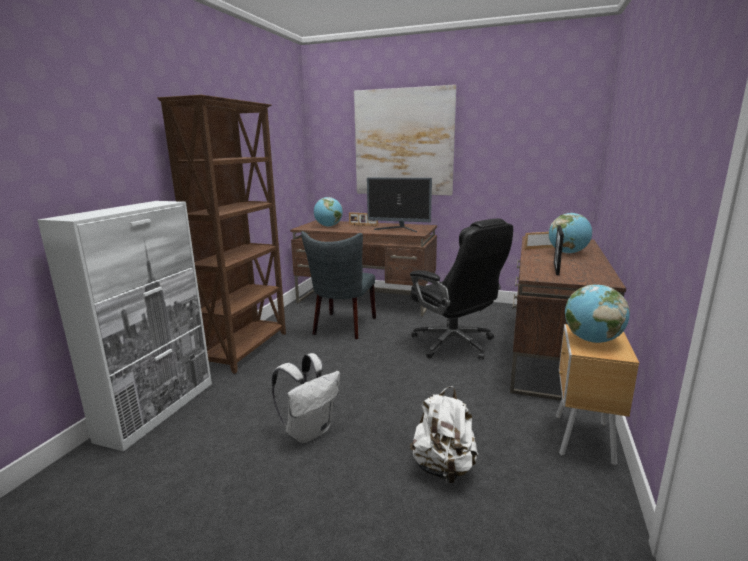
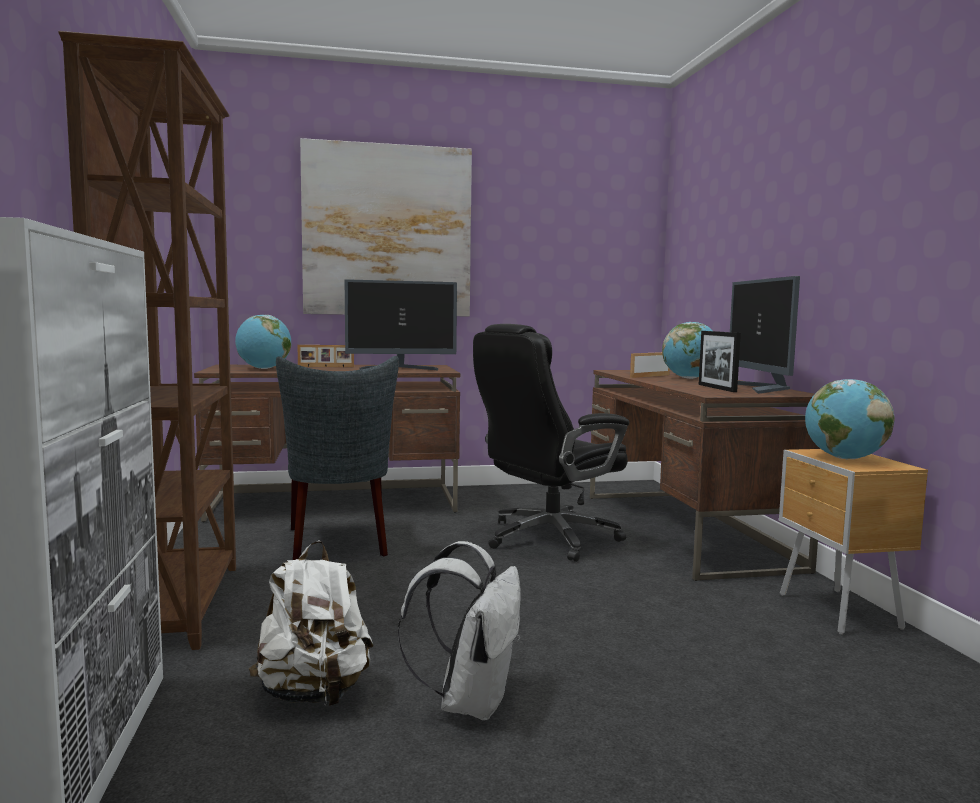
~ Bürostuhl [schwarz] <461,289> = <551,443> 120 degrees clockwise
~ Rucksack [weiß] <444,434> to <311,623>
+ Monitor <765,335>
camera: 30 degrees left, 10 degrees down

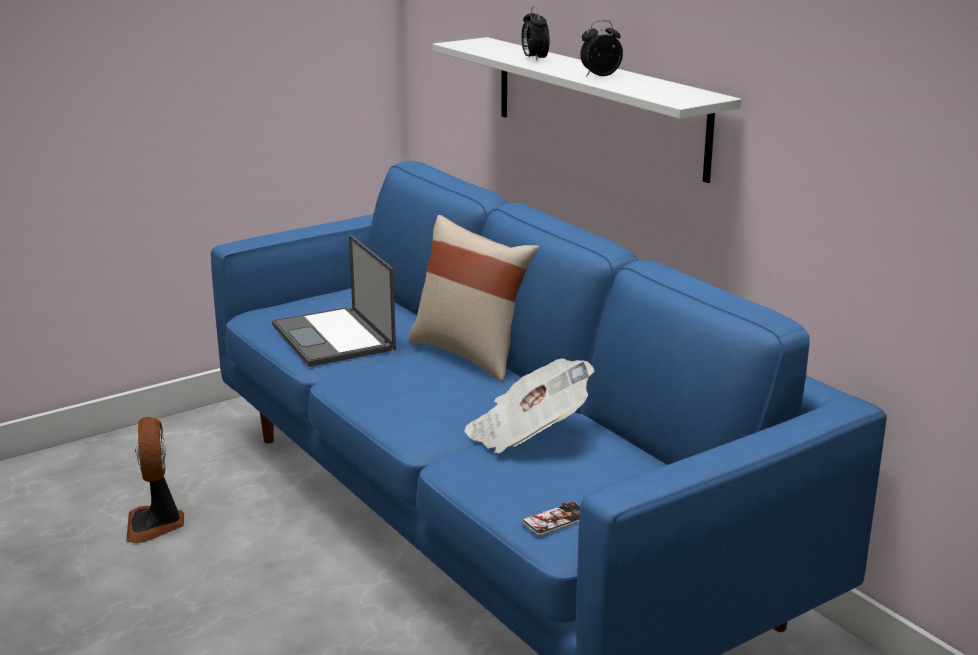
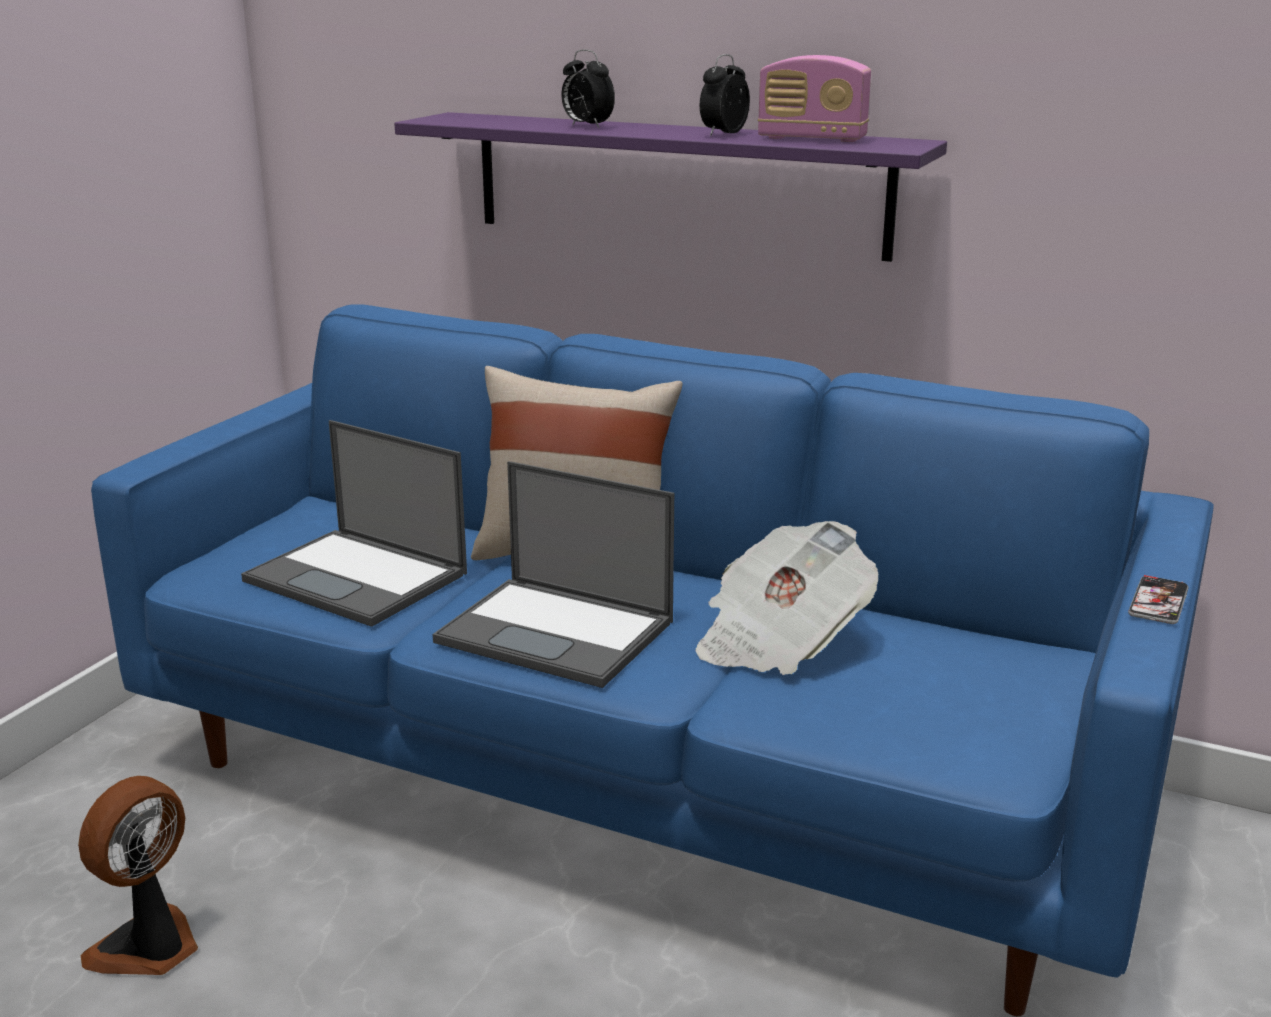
~ Wandregal [weiß] <587,110> to Wandregal [lila] <670,187>
~ Ventilator <155,480> = <138,875> 75 degrees clockwise
~ Handy <551,518> to <1158,599>
+ Radio <814,98>
+ Laptop <553,574>
camera: 30 degrees left, 0 degrees up

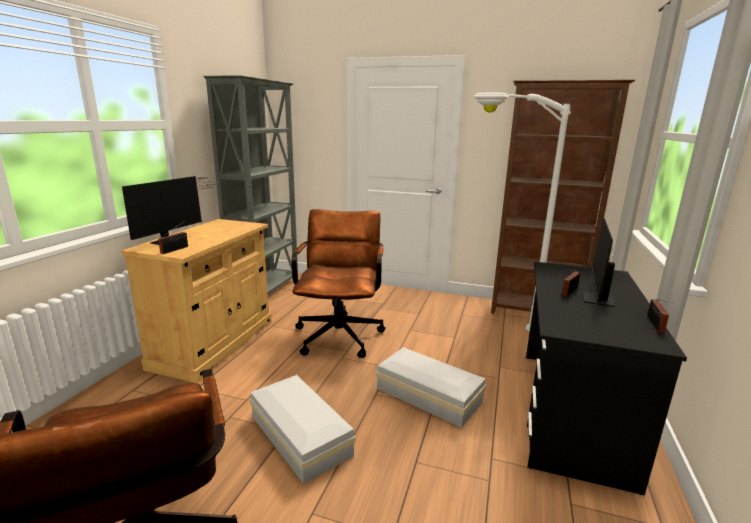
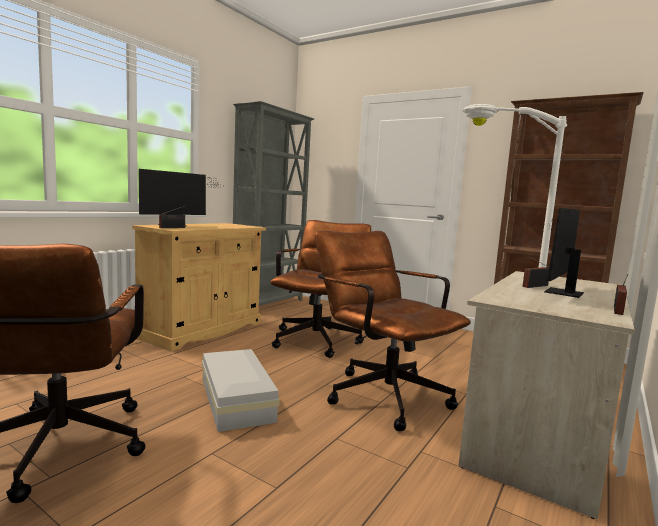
~ Schreibtisch [schwarz] <606,378> to Schreibtisch [beige] <546,395>
~ Aufbewahrungsbox [weiß] <431,387> to Bürostuhl [braun] <393,331>
camera: 15 degrees right, 10 degrees down

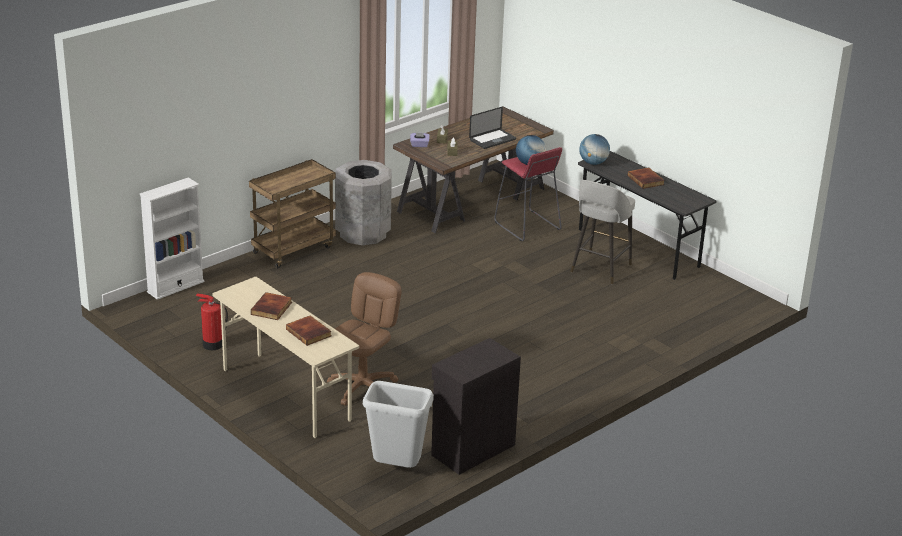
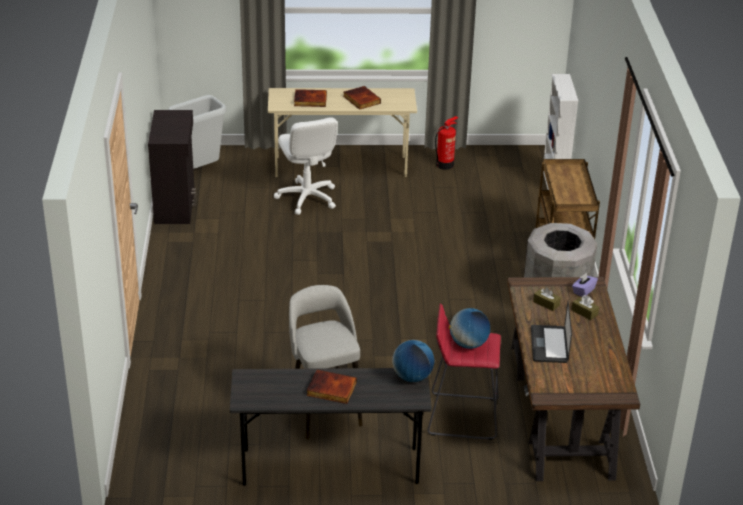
~ Bürostuhl [braun] <364,339> to Bürostuhl [weiß] <306,166>
camera: 130 degrees right, 5 degrees up

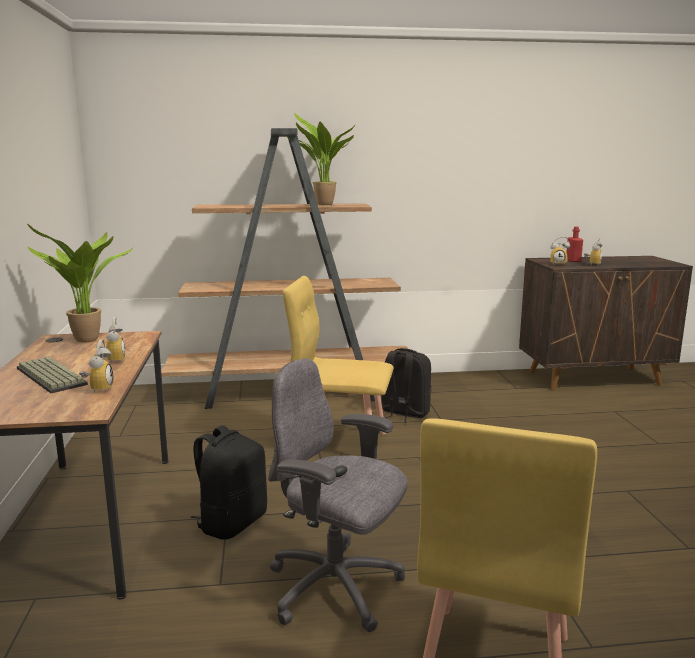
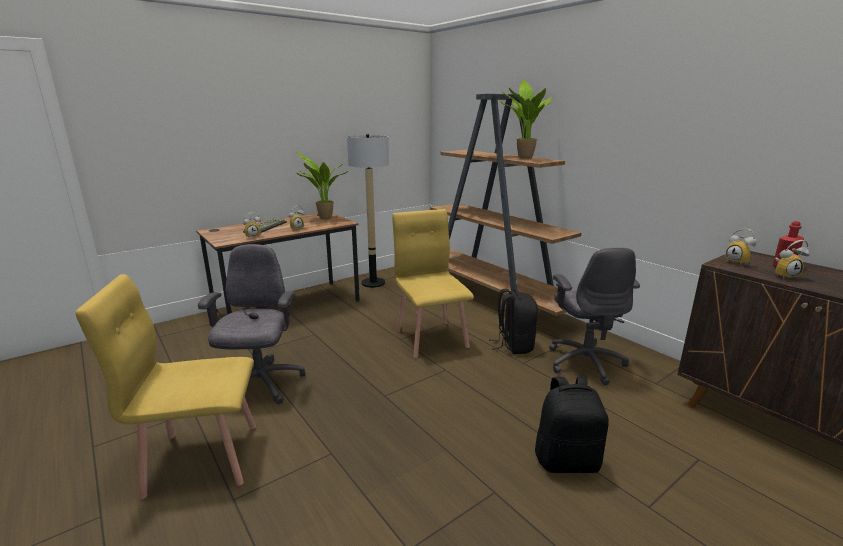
~ Rucksack [schwarz] <228,482> to <572,425>
+ Stehlampe <368,211>
+ Bürostuhl [grau] <594,316>
camera: 60 degrees right, 5 degrees up

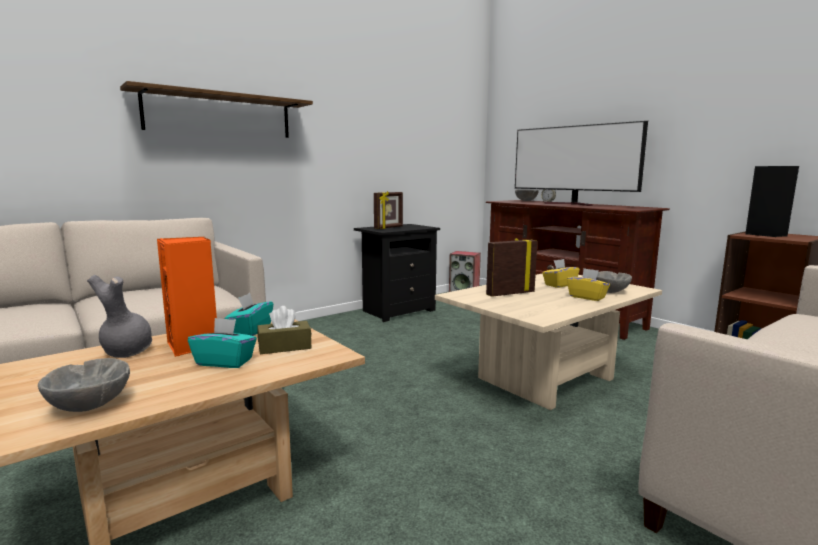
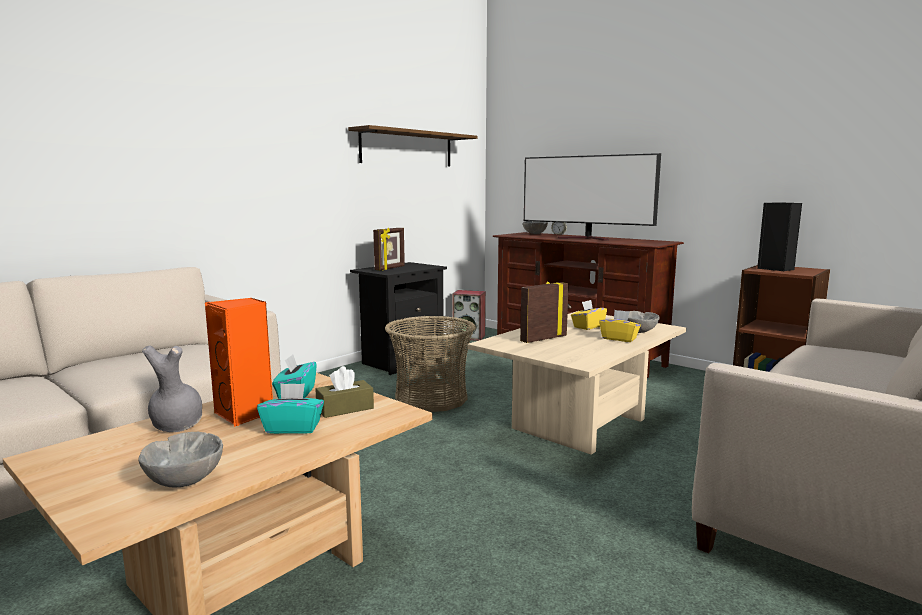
~ Wandregal <216,109> to <412,145>
+ Korb <430,364>
camera: 10 degrees left, 0 degrees up

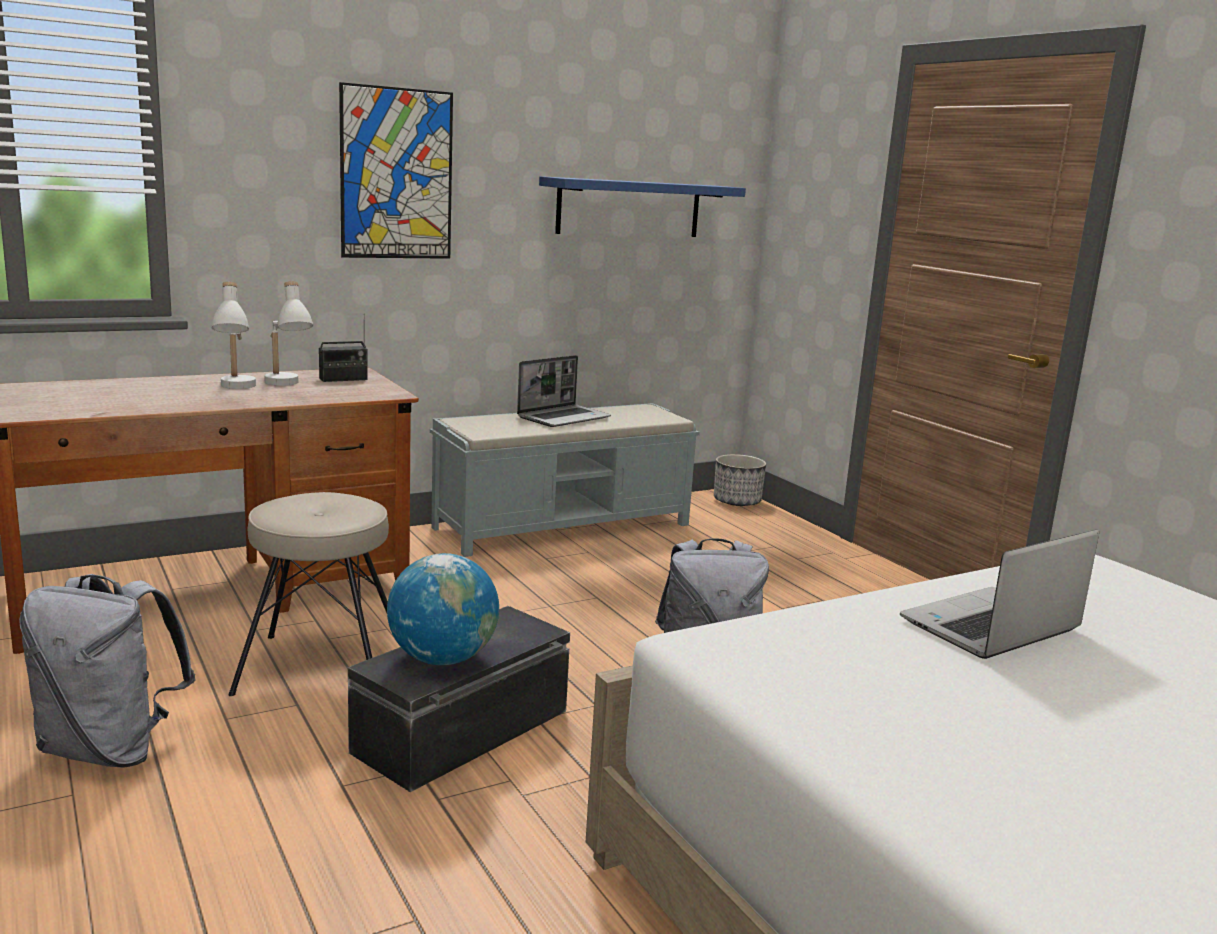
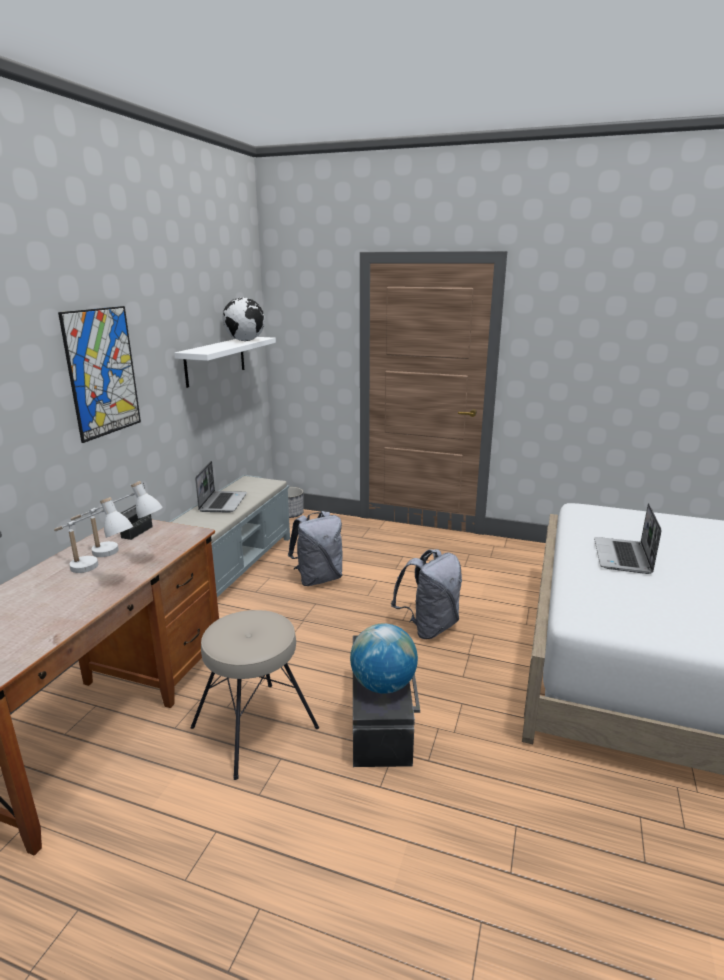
~ Wandregal [blau] <642,206> to Wandregal [weiß] <225,362>
~ Rucksack [grau] <107,670> to <315,548>
+ Globus <244,319>
camera: 40 degrees left, 5 degrees up

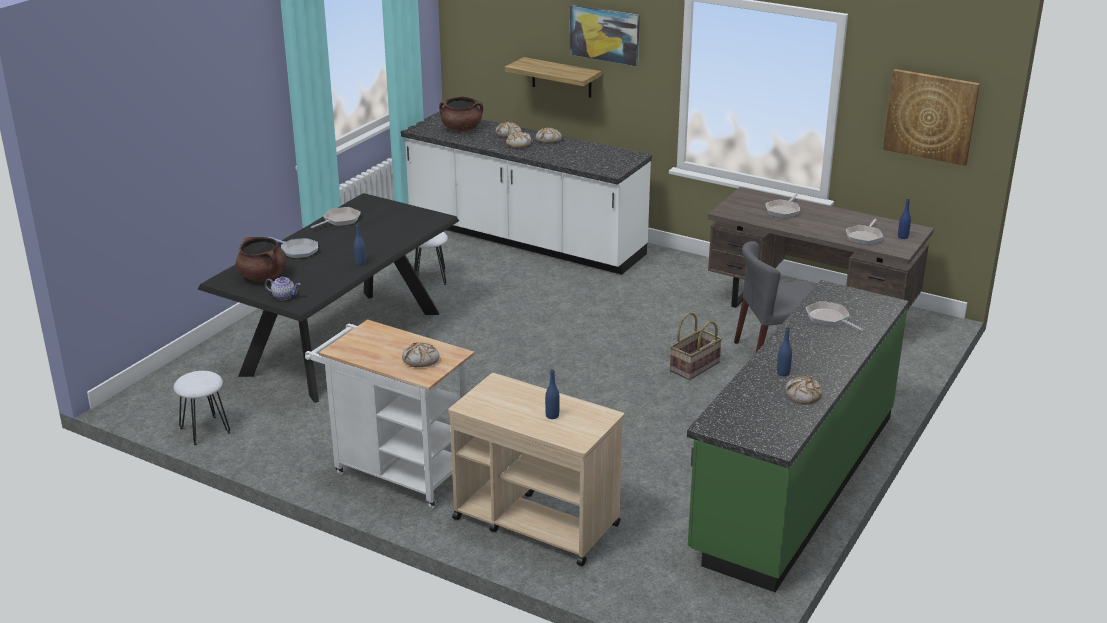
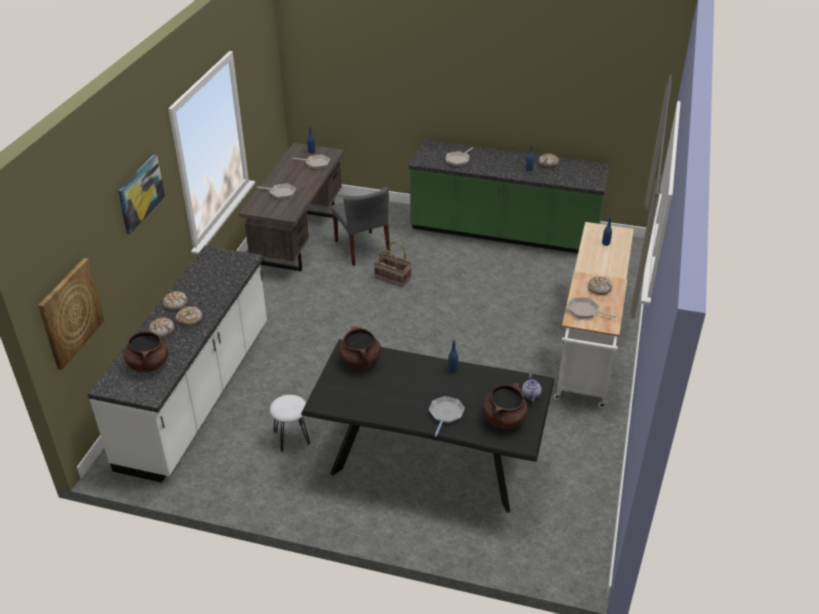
- Wandregal <553,77>
~ Bild <931,117> to <71,314>
~ Pfanne <336,217> to <592,307>
- Hocker [weiß] <202,408>
+ Kochtopf [braun] <360,347>
camera: 105 degrees left, 10 degrees up

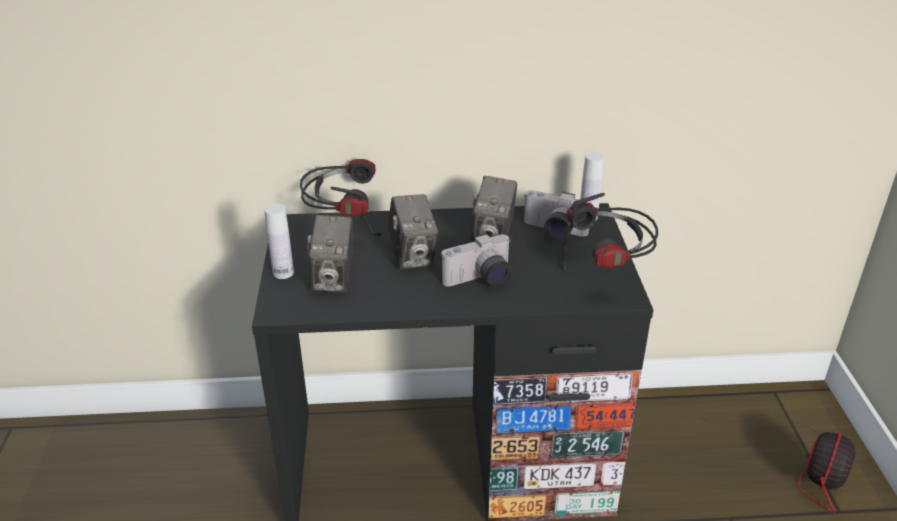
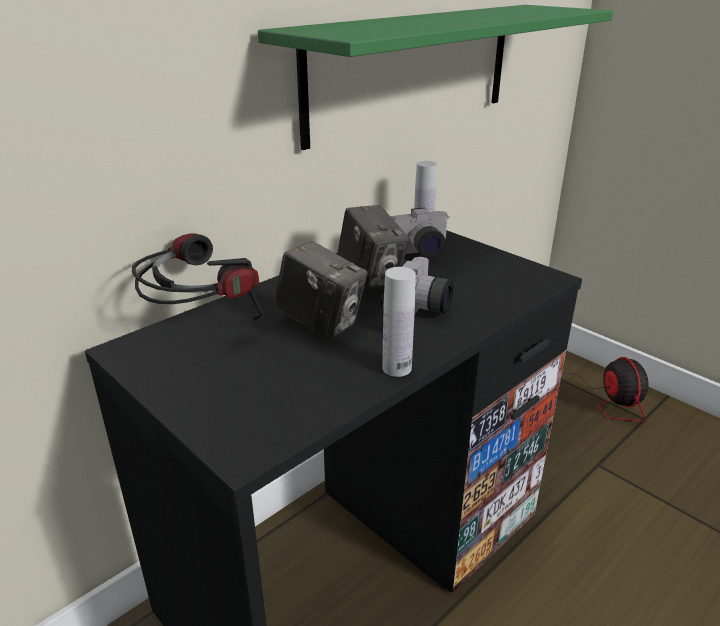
- Kopfhörer <610,232>
~ Flasche [weiß] <279,241> to <399,322>
- Kamera <330,253>
+ Wandregal [grün] <435,77>
camera: 40 degrees left, 5 degrees down

